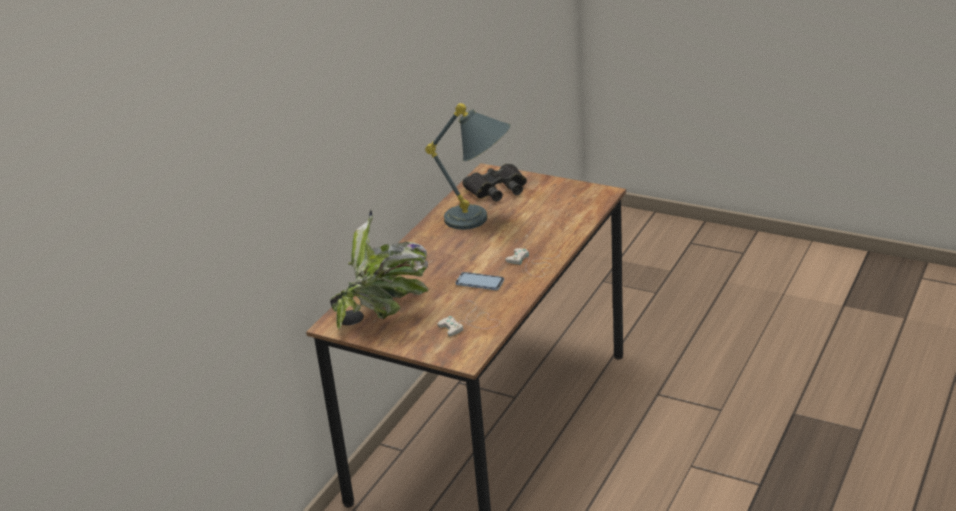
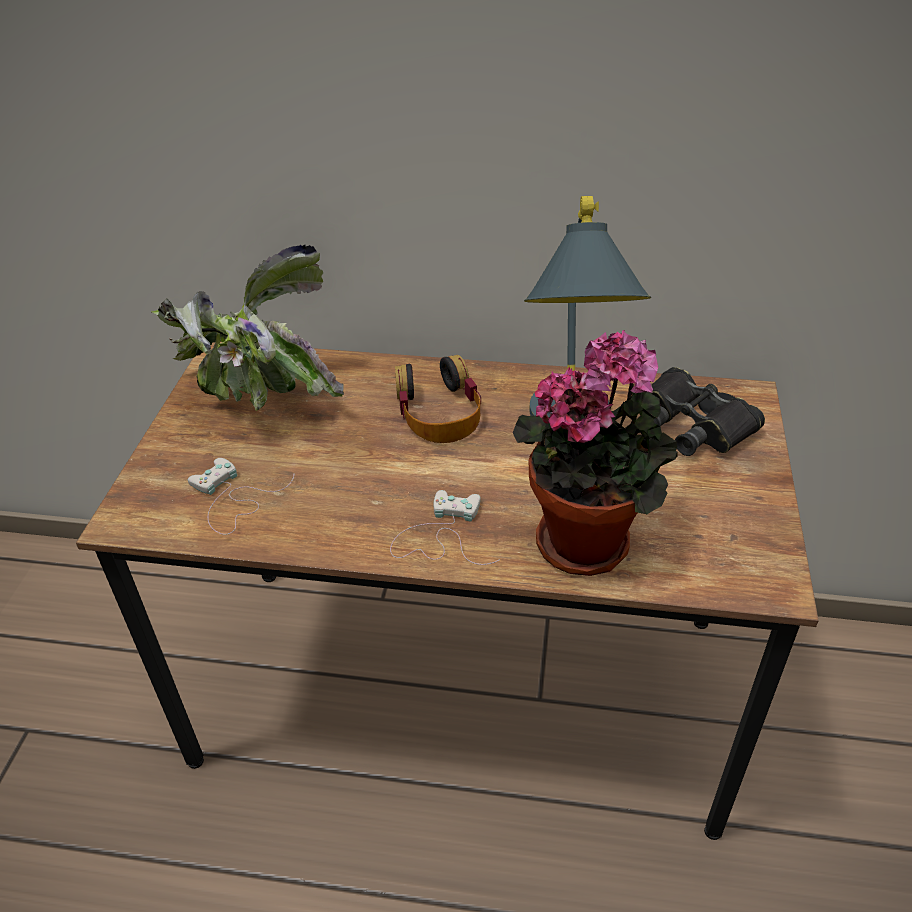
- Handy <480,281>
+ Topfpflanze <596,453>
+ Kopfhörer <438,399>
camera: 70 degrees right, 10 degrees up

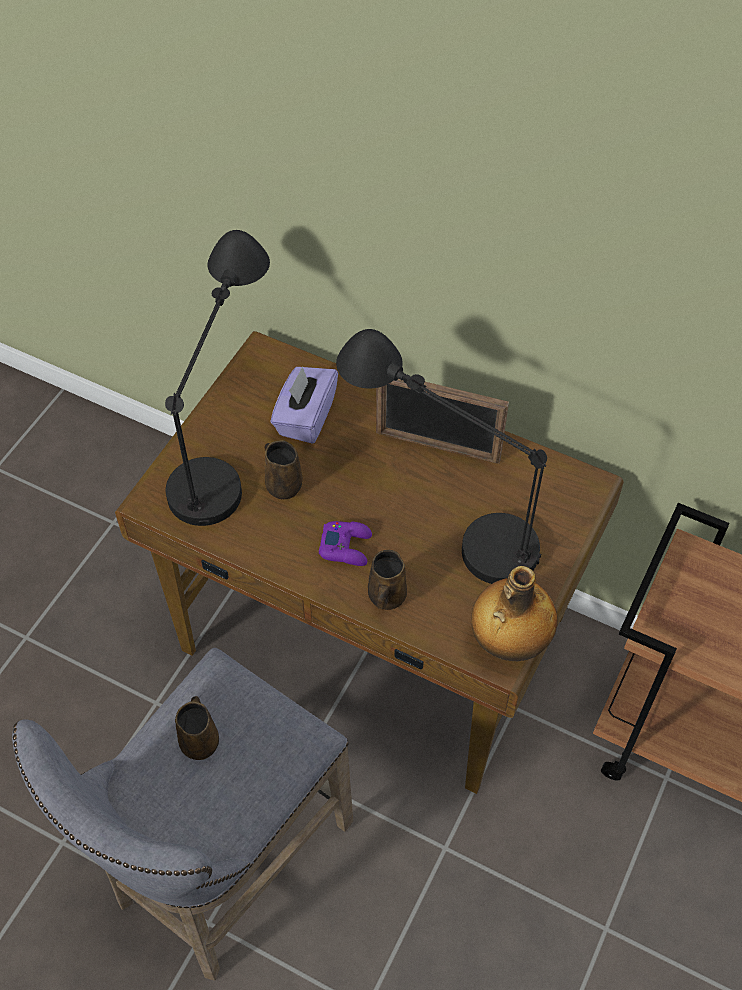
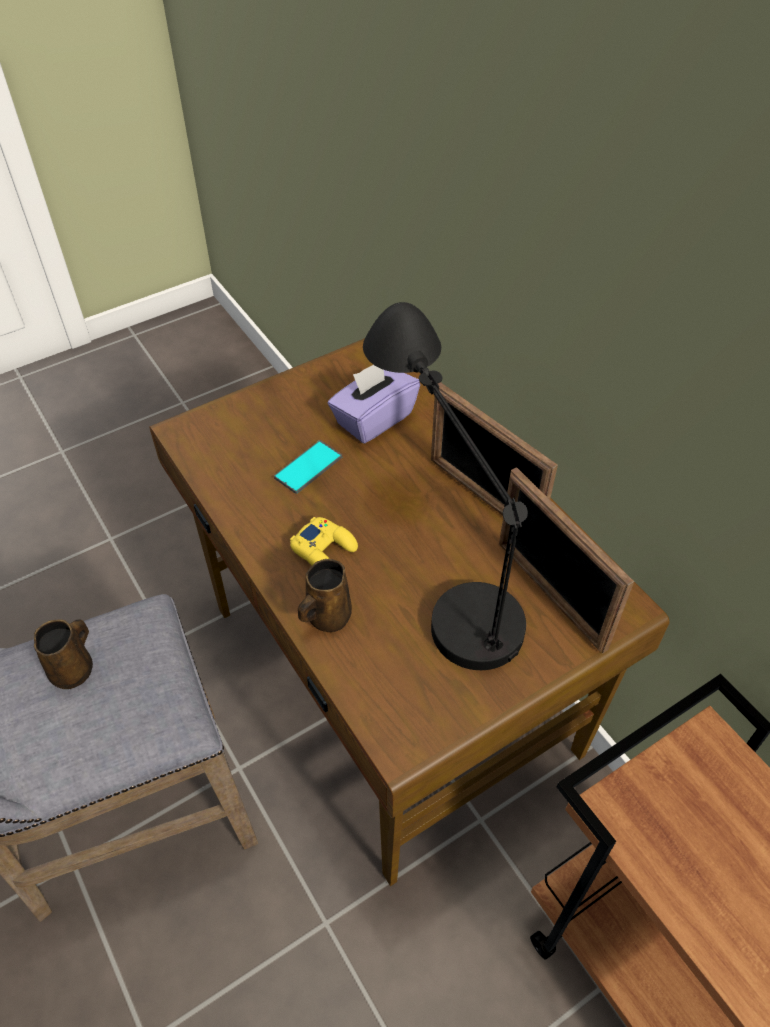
- Tischlampe [schwarz] <217,378>
~ Henkelbecher [braun] <284,469> to Handy <308,467>
~ Gamepad [lila] <345,543> to Gamepad [gelb] <324,541>
- Flasche <514,613>
+ Bilderrahmen <566,560>
camera: 30 degrees right, 5 degrees down

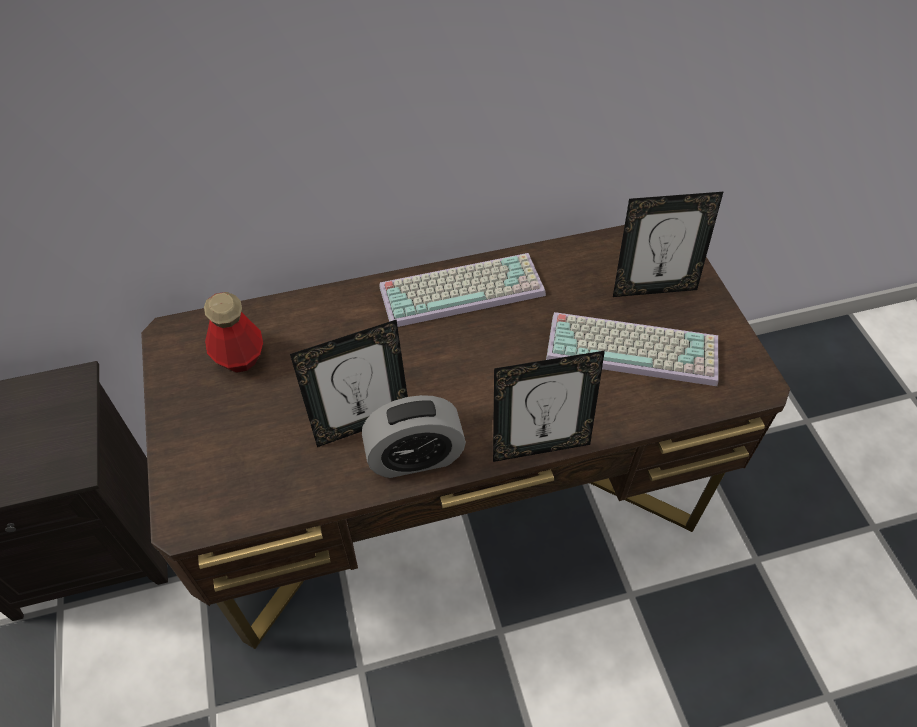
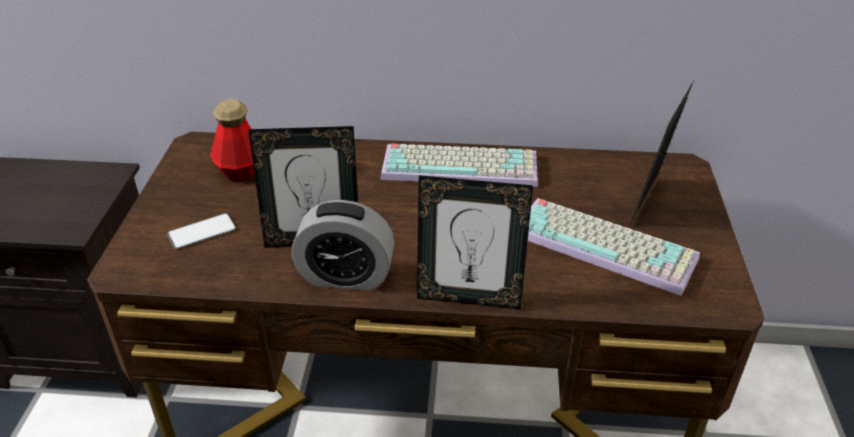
~ Bilderrahmen <668,244> = <662,153> 105 degrees clockwise
+ Handy <201,231>
camera: 20 degrees right, 15 degrees down

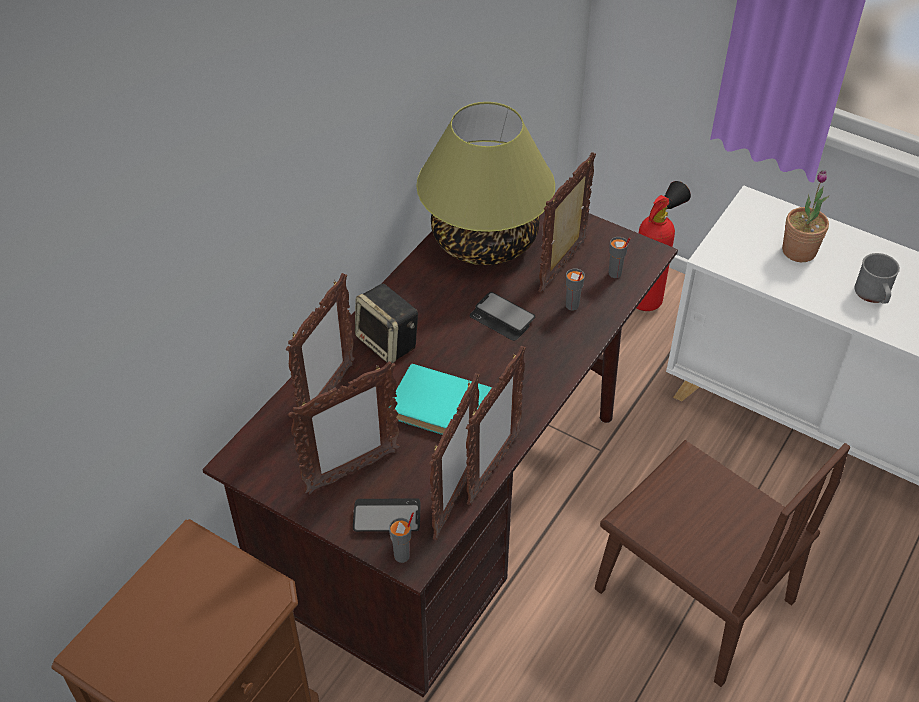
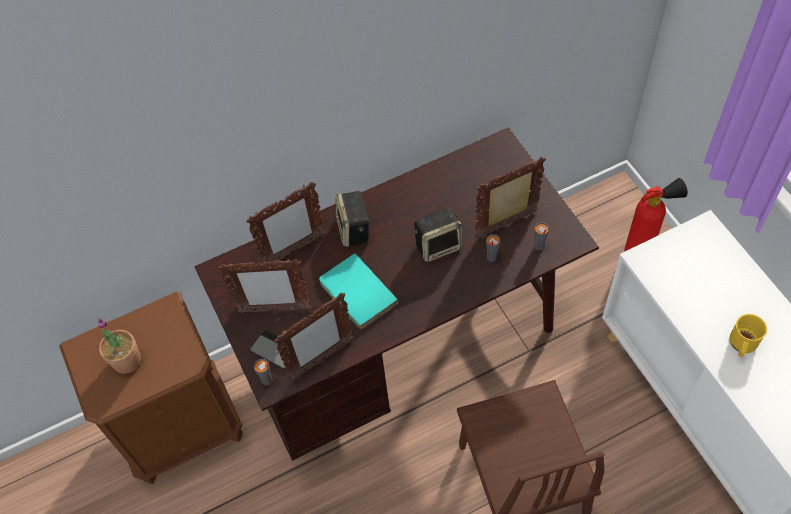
- Tischlampe <485,183>
~ Topfpflanze <805,216> to <119,346>
~ Henkelbecher [grau] <877,278> to Henkelbecher [gelb] <748,335>
~ Handy <502,316> to Lautsprecher <438,235>
- Bilderrahmen <496,425>
camera: 35 degrees right, 10 degrees up

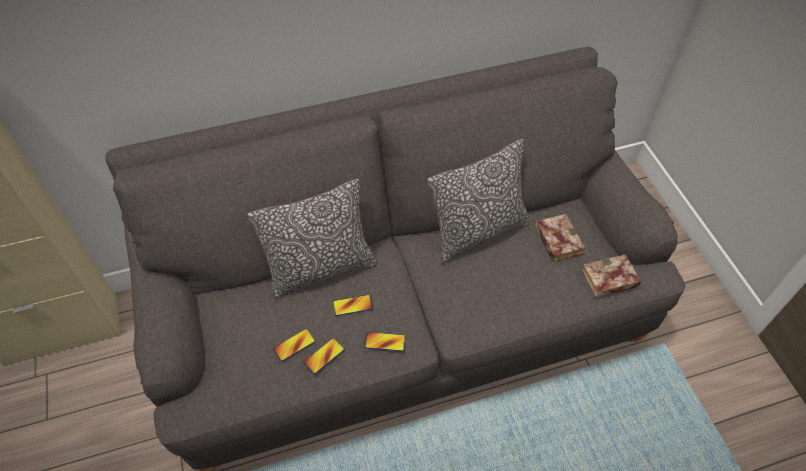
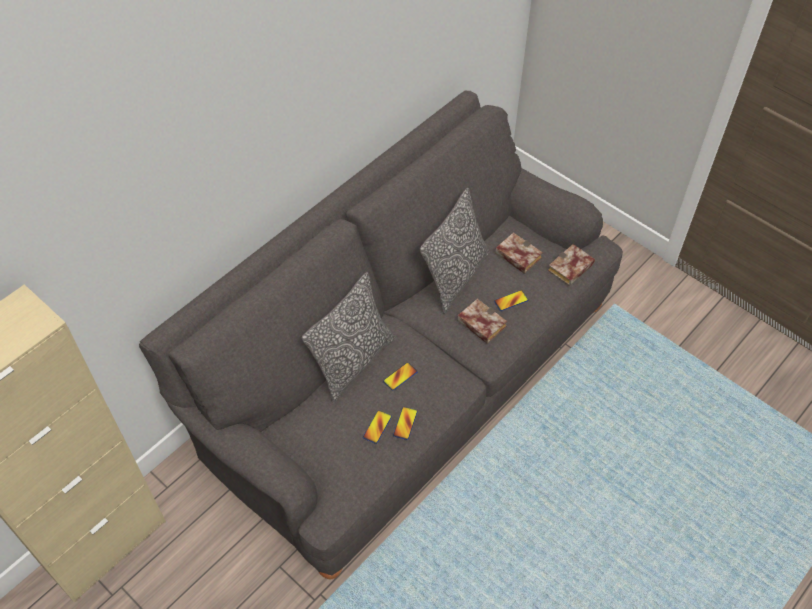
~ Handy <385,342> to <511,300>
+ Buch <482,321>
camera: 30 degrees left, 0 degrees up

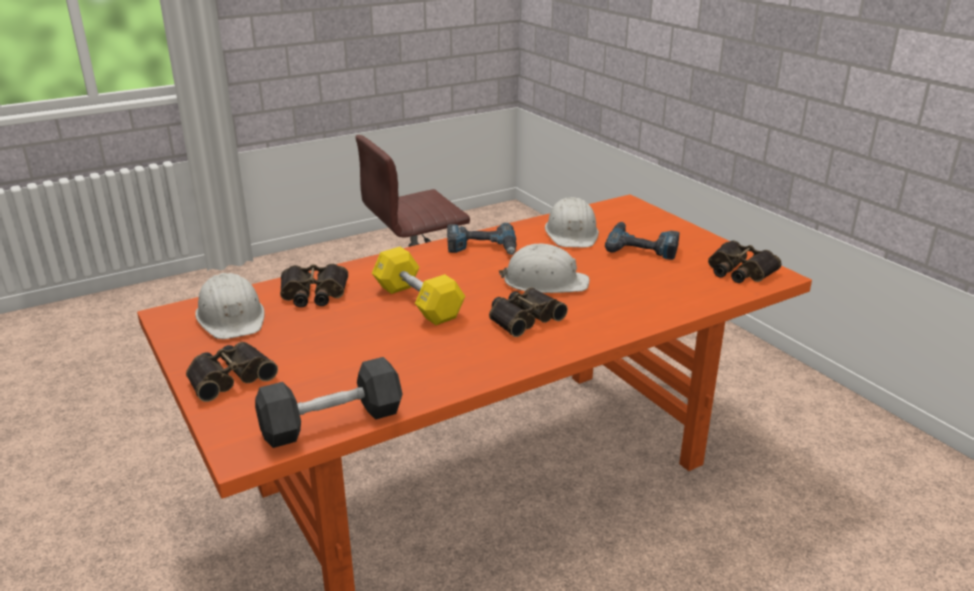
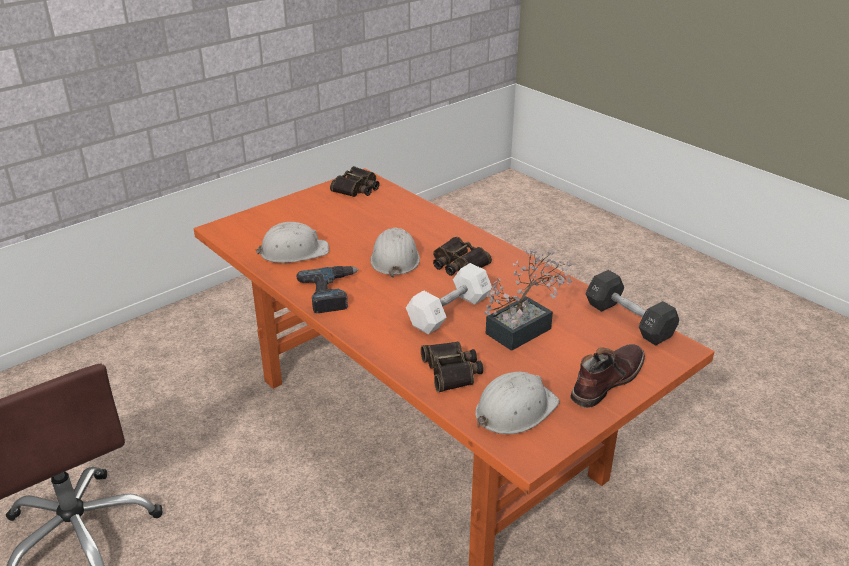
- Bohrmaschine <642,241>
~ Hantel [gelb] <418,286> to Hantel [weiß] <449,299>
~ Fernglas <232,372> to Stiefel [braun] <607,376>
+ Topfpflanze <529,299>
camera: 100 degrees left, 5 degrees up

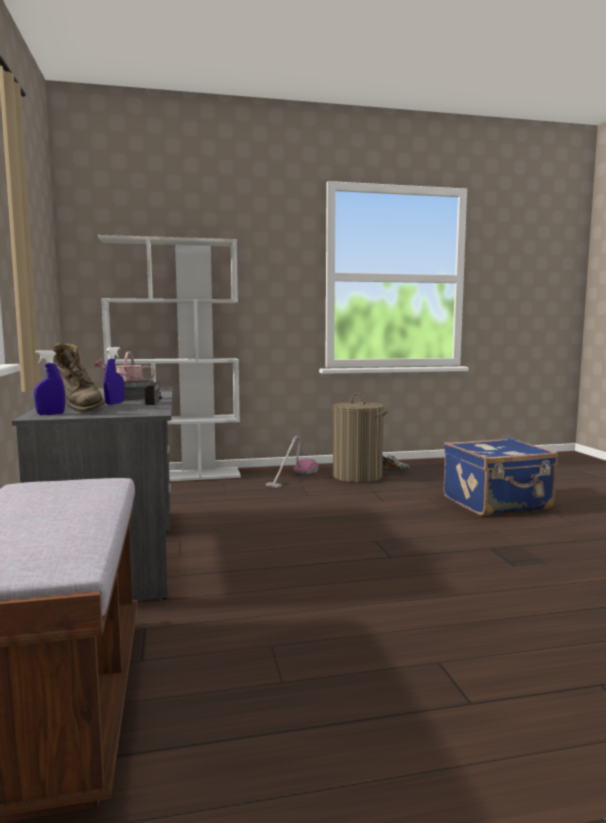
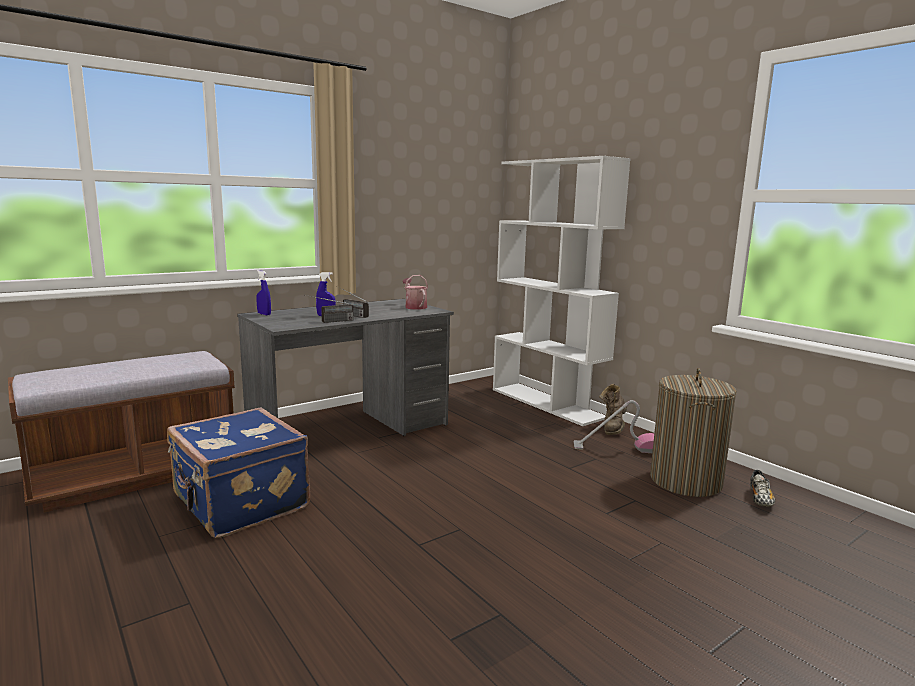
~ Stiefel [braun] <78,377> to <613,409>
~ Koffer [blau] <501,477> to <238,473>
camera: 65 degrees right, 5 degrees up

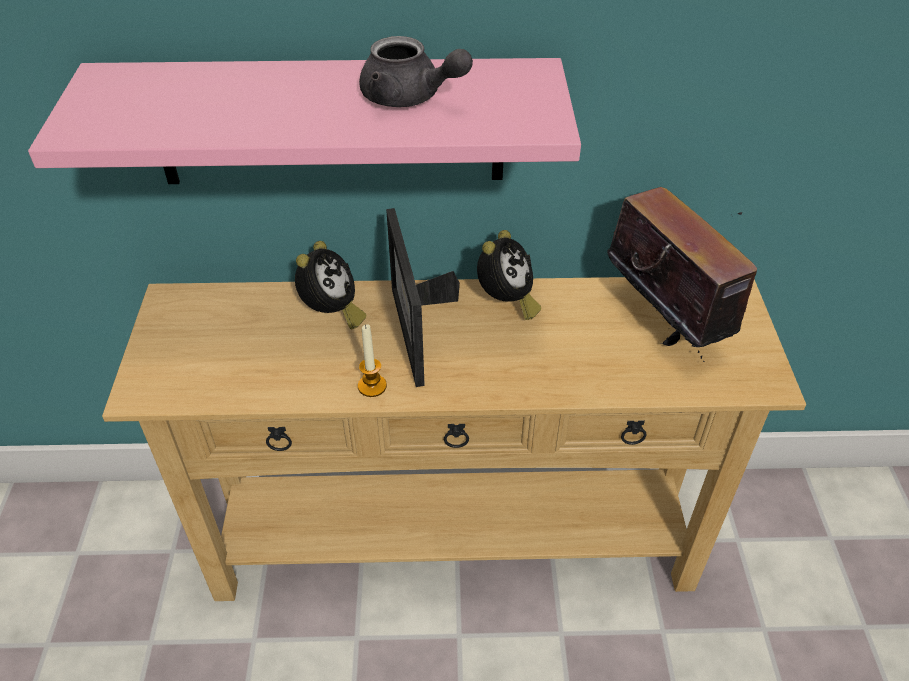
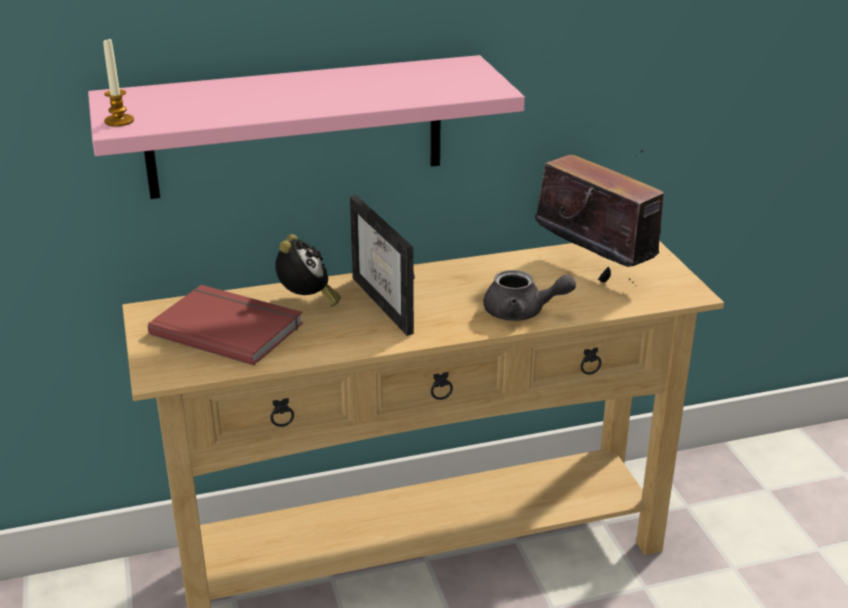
~ Teekanne [grau] <416,71> to <529,295>
- Wecker <509,275>
~ Kerze <372,360> to <118,83>
+ Buch [rot] <225,325>
camera: 15 degrees left, 15 degrees down

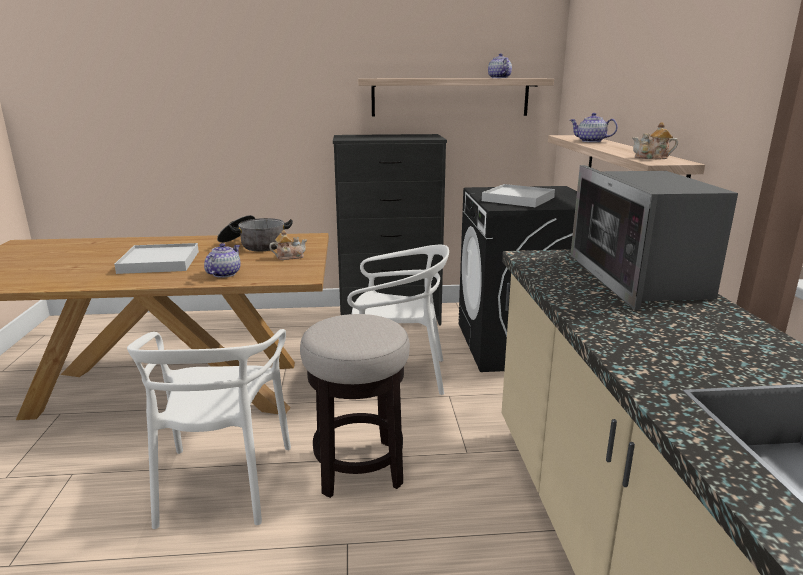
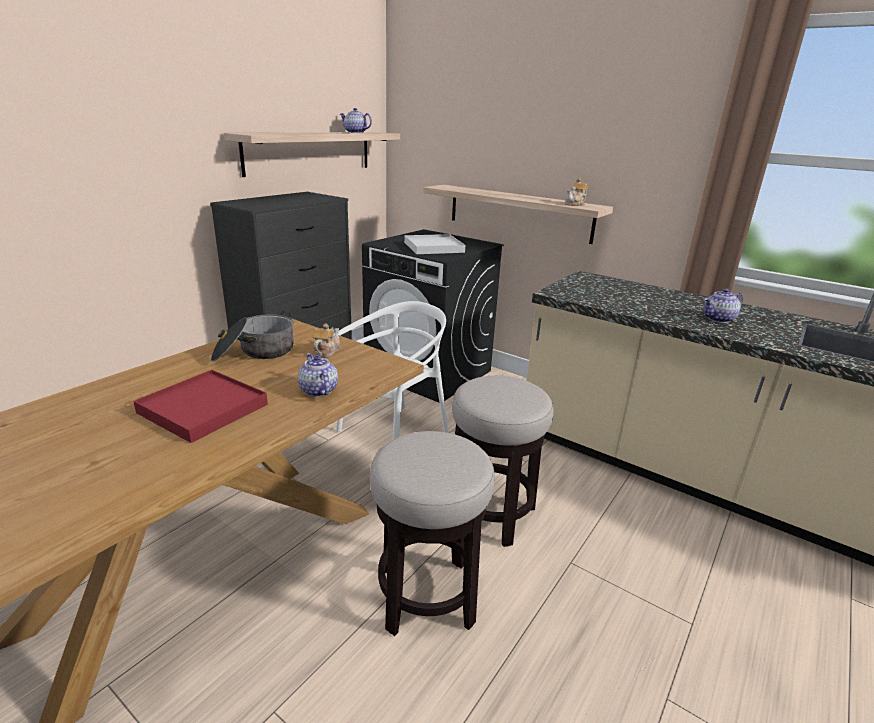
~ Teekanne <594,127> to <723,306>
- Mikrowelle <654,237>
~ Tablett [weiß] <156,258> to Tablett [rot] <200,406>
~ Stuhl [weiß] <209,429> to Hocker <432,533>
camera: 50 degrees left, 5 degrees up

